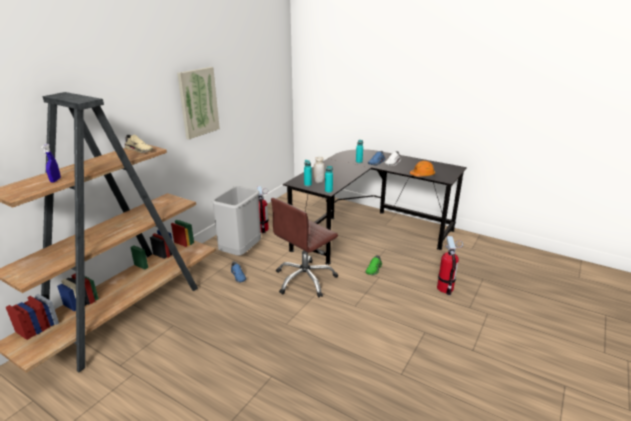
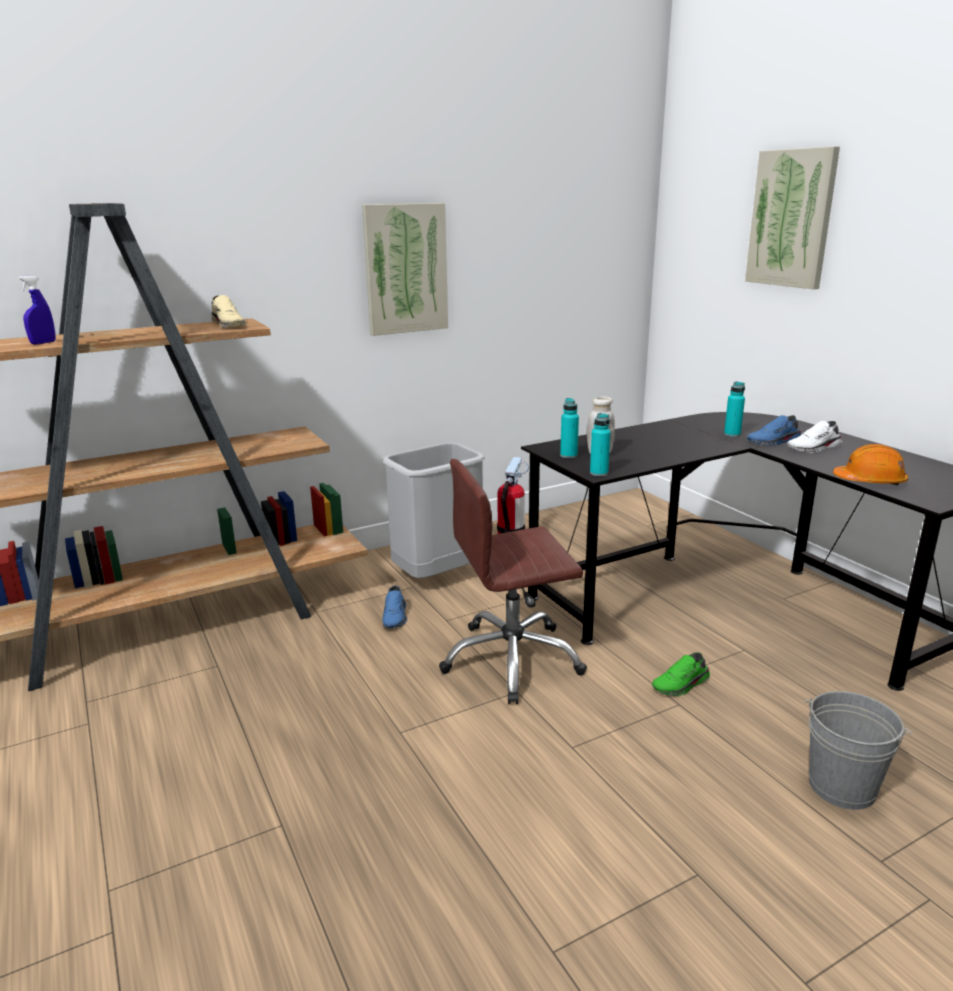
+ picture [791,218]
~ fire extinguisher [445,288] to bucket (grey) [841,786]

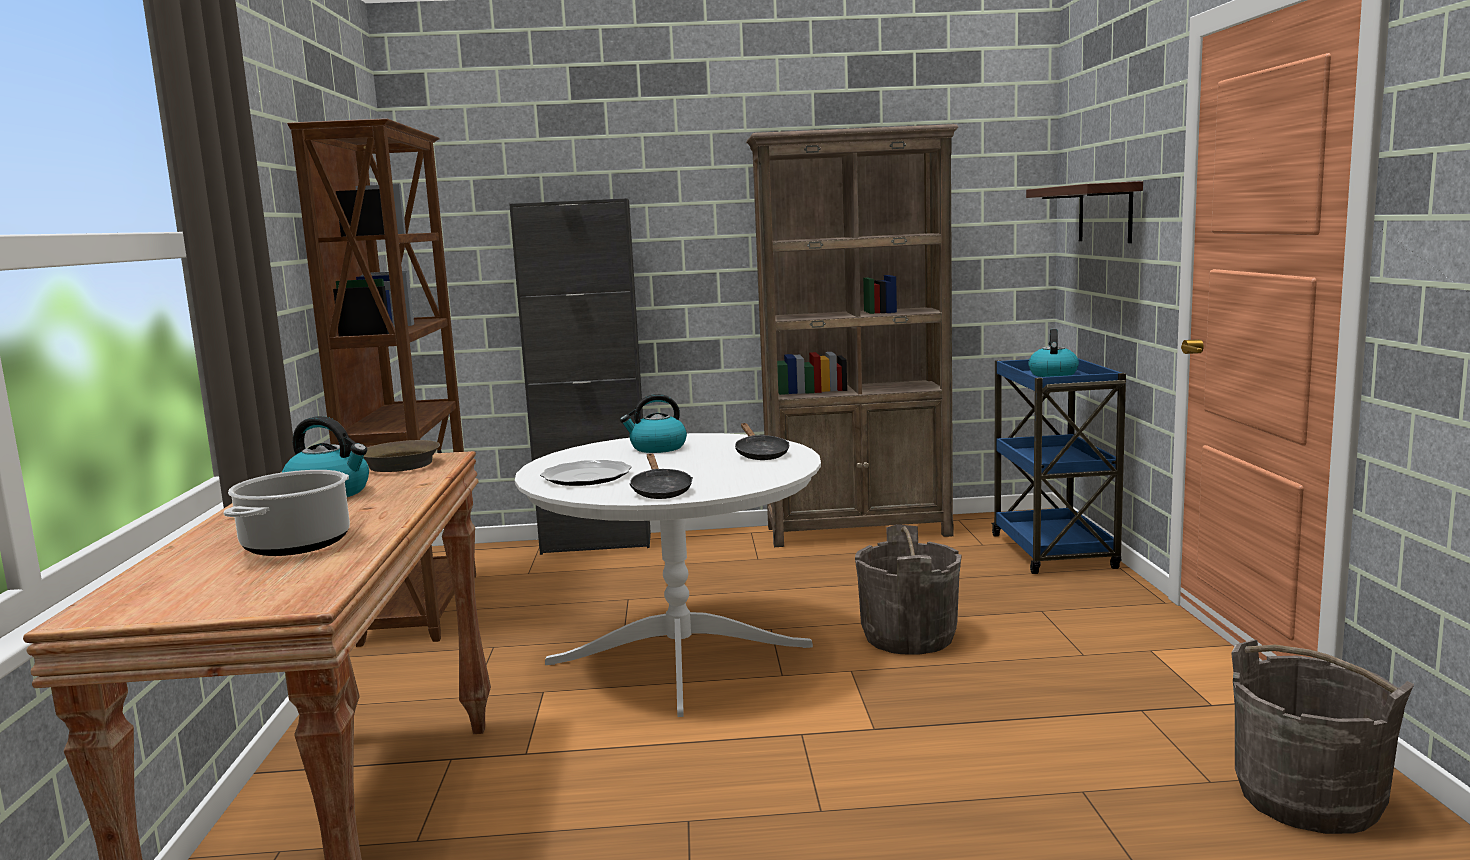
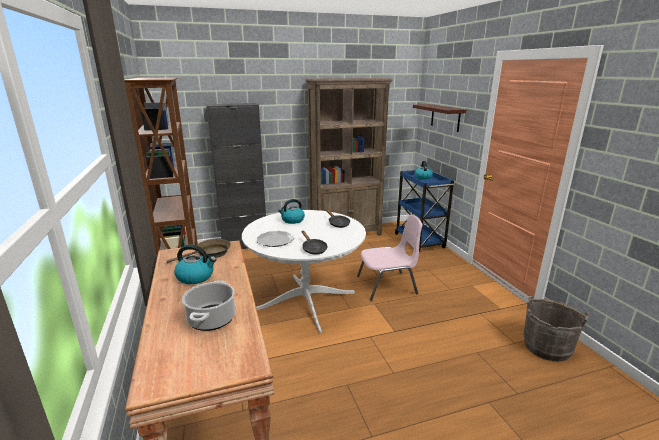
~ bucket (grey) [909,637] to chair (pink) [387,285]

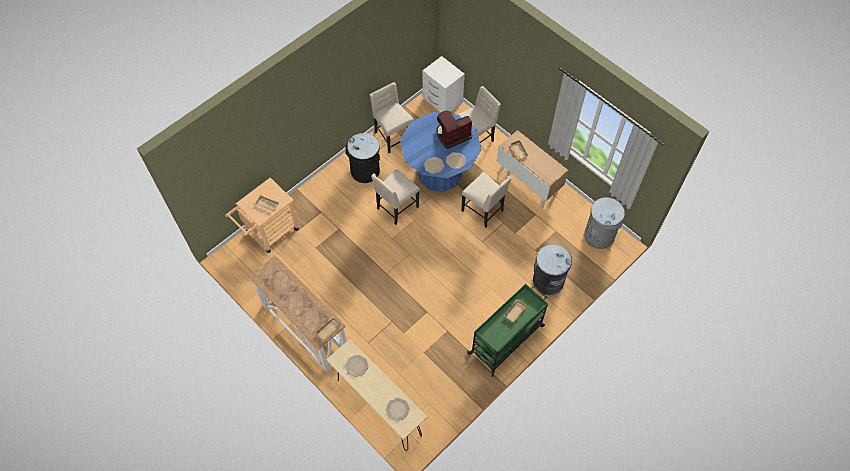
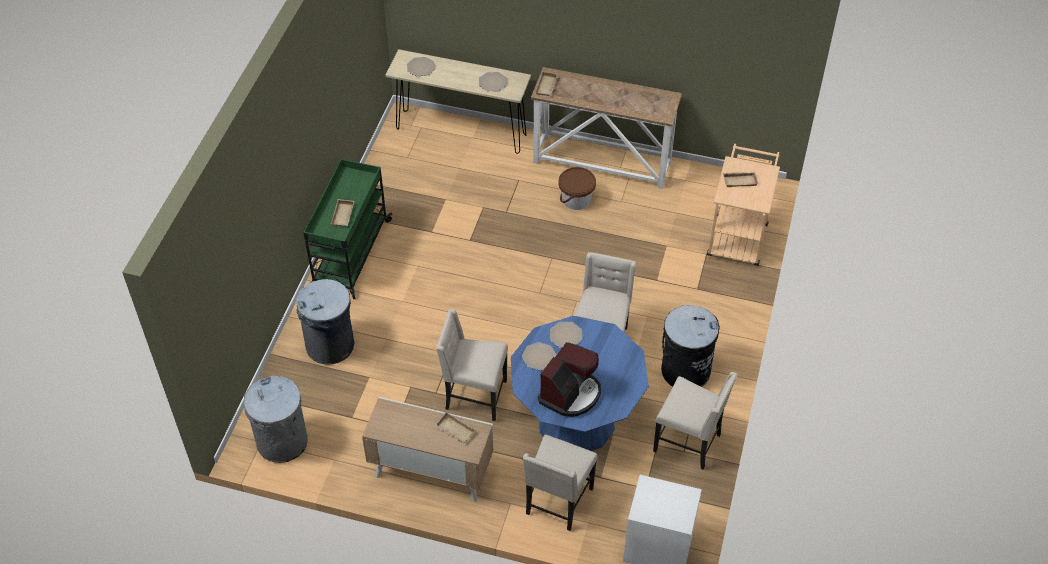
+ bucket (brown) [576,199]

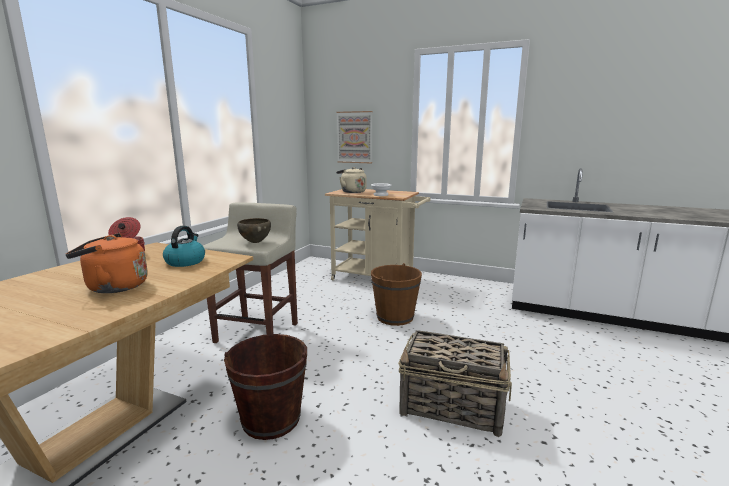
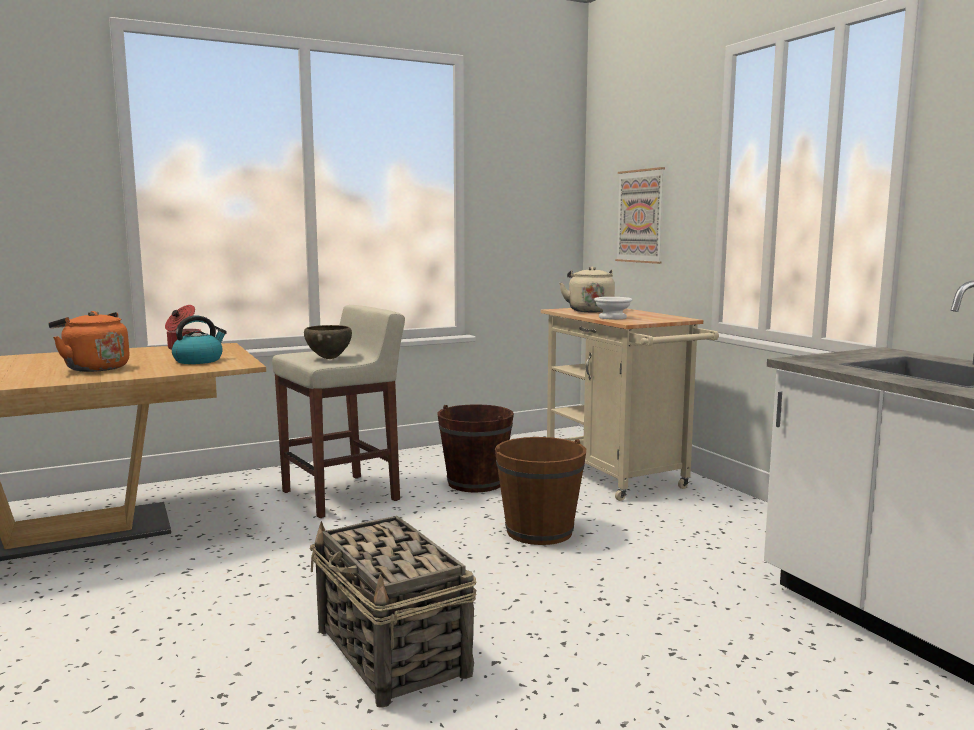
~ bucket (brown) [271,419] to [475,483]

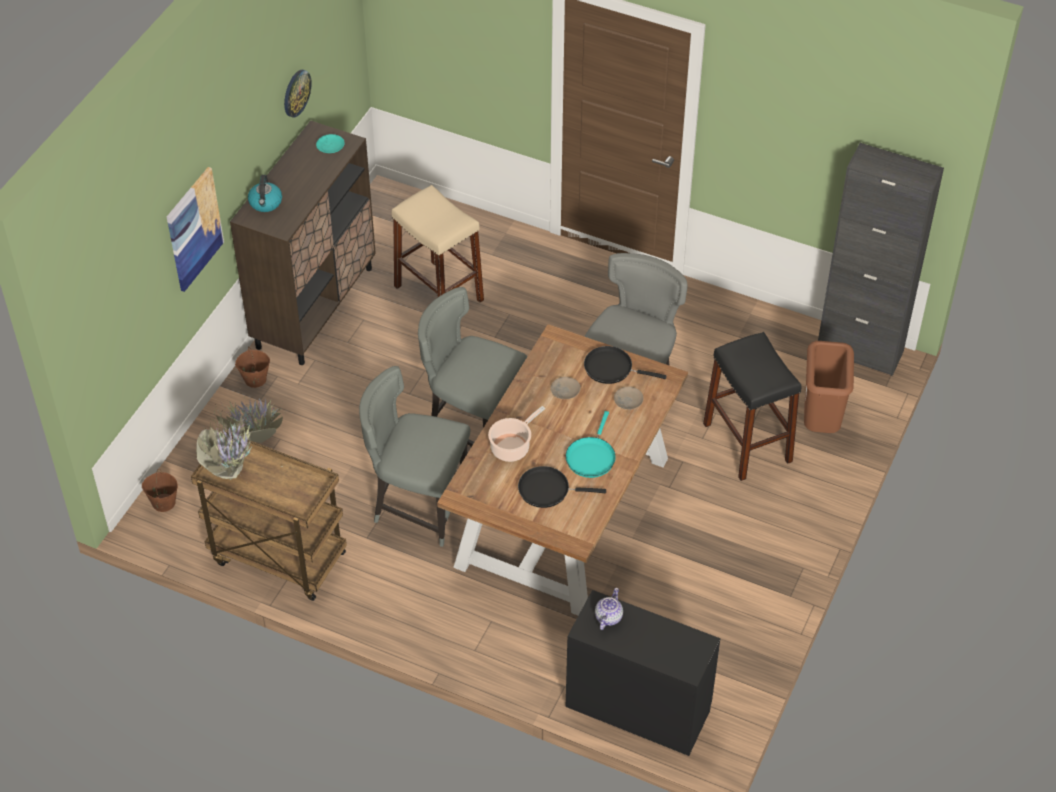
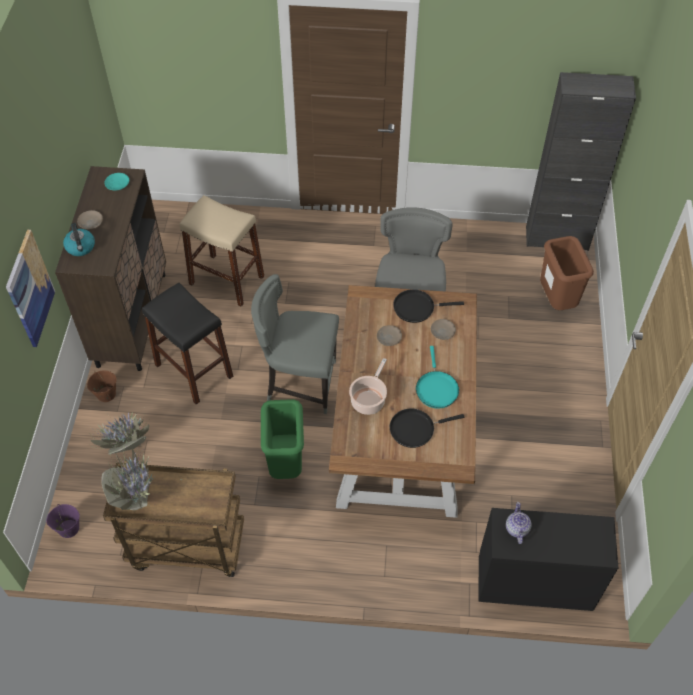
~ bucket (brown) [163,503] to bucket (purple) [68,528]
+ plate (beige) [91,222]
~ stool (black) [747,443] to [194,371]
~ chair (grey) [418,506] to trash can (green) [285,463]
- wall clock [296,93]

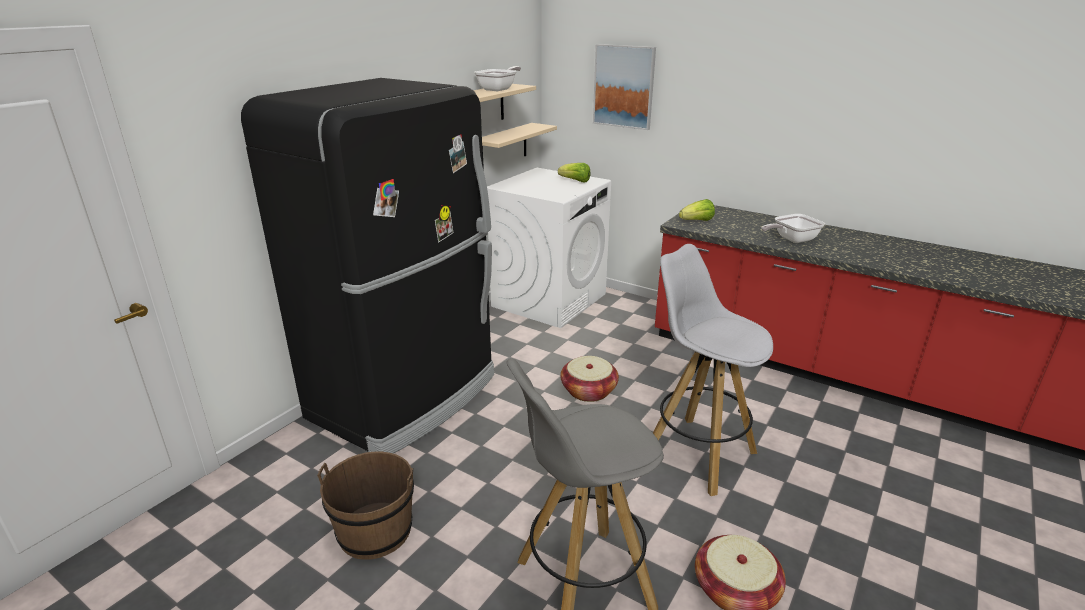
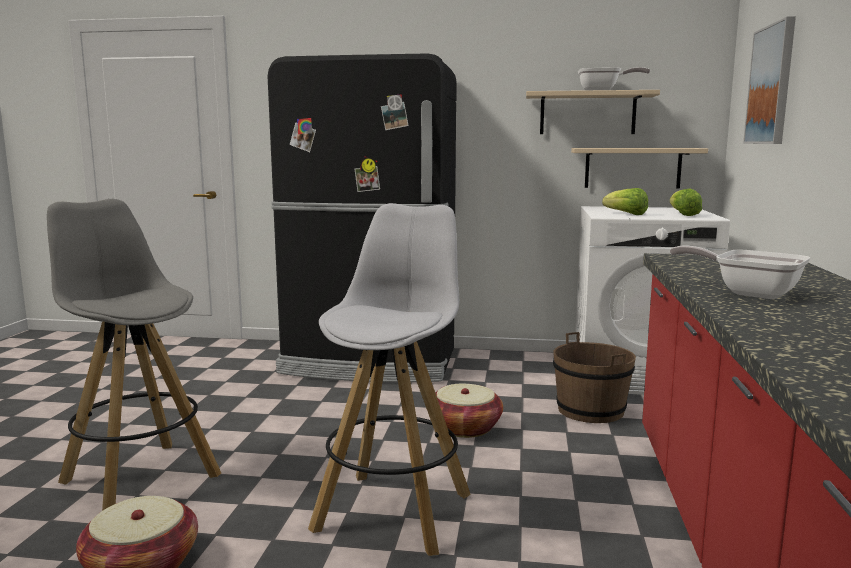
~ bucket (brown) [375,531] to [590,410]
~ lettuce [697,221] to [626,214]

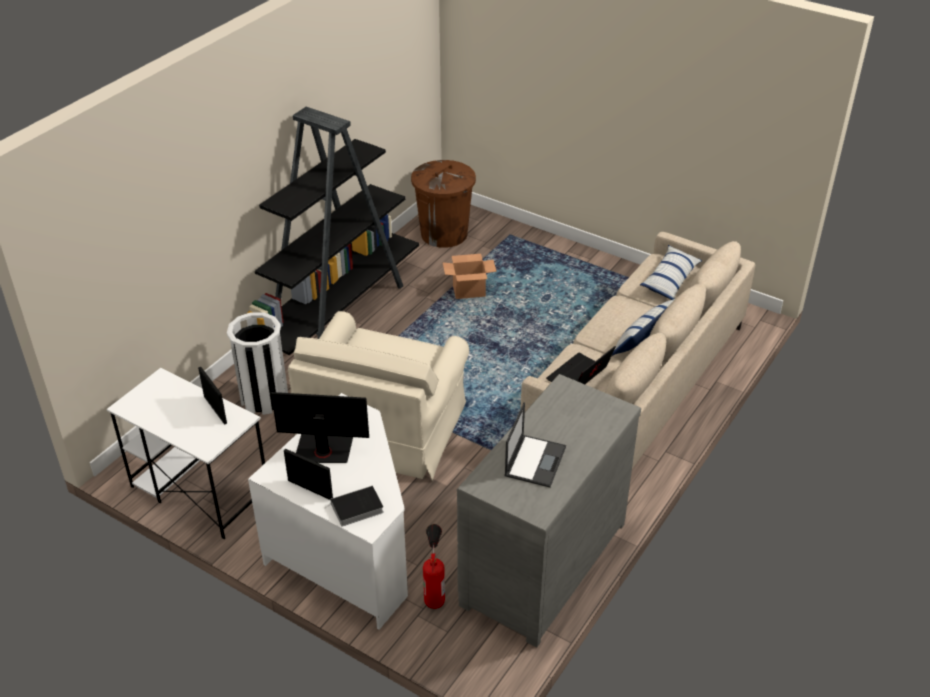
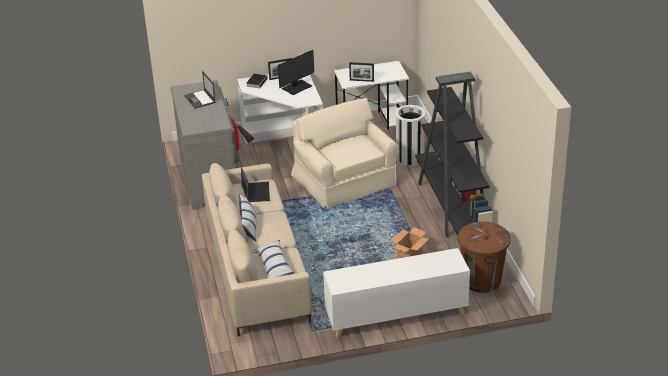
+ cabinet (white) [396,315]

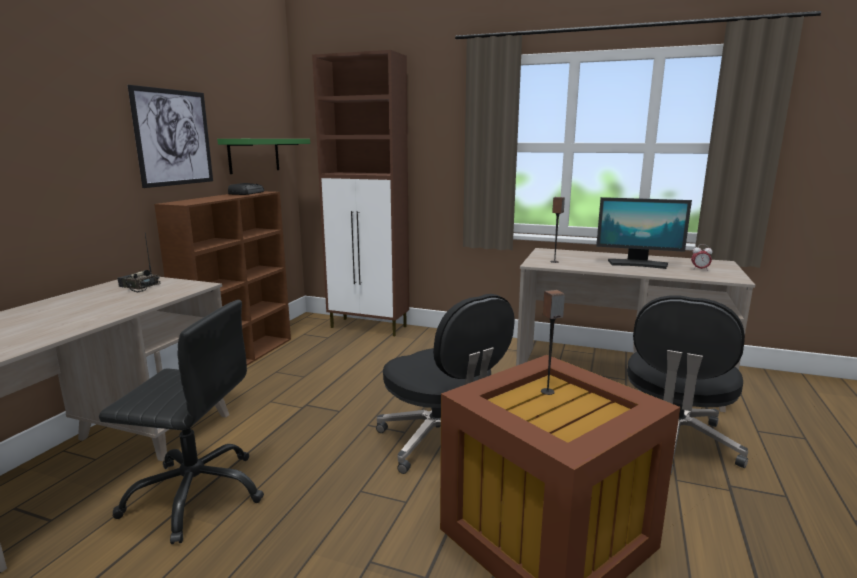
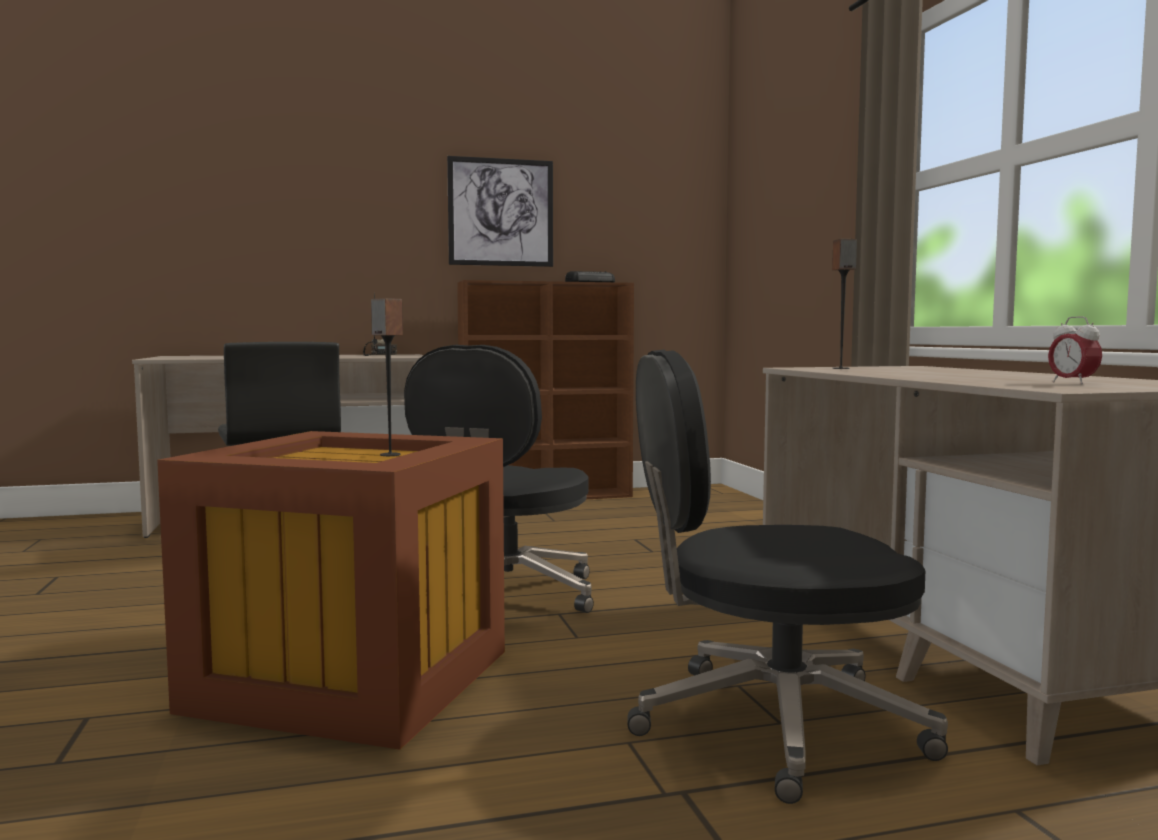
- shelf (green) [254,155]
- cabinet (brown) [369,327]
- monitor [637,264]

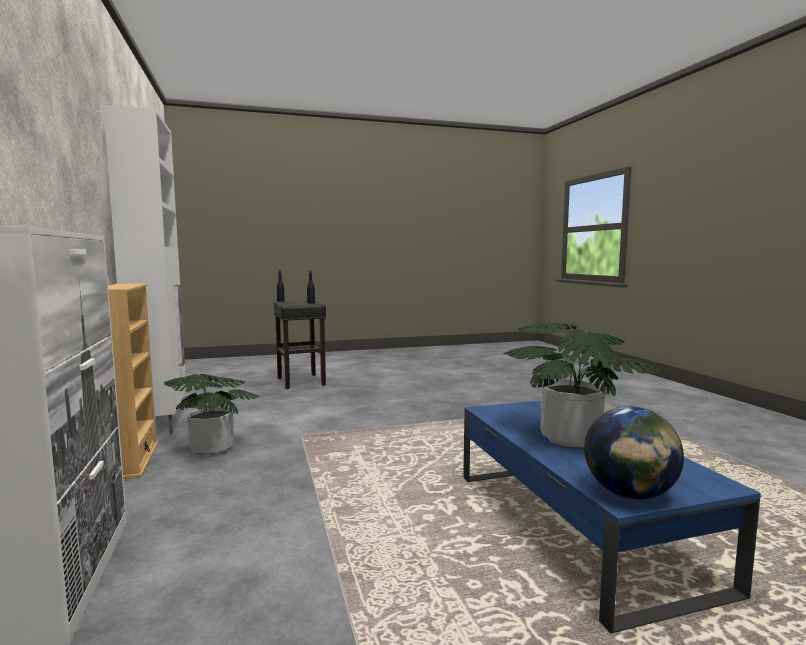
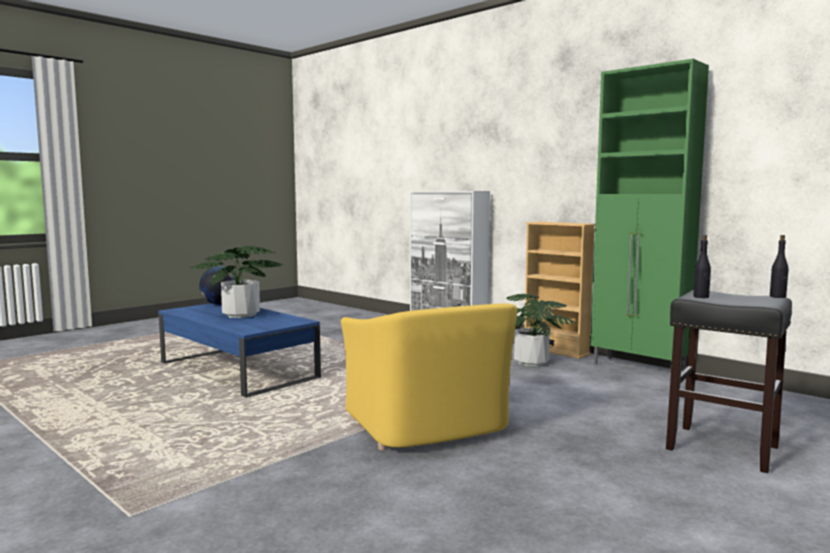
+ armchair (yellow) [429,427]
~ cabinet (white) [161,421] to cabinet (green) [639,369]

